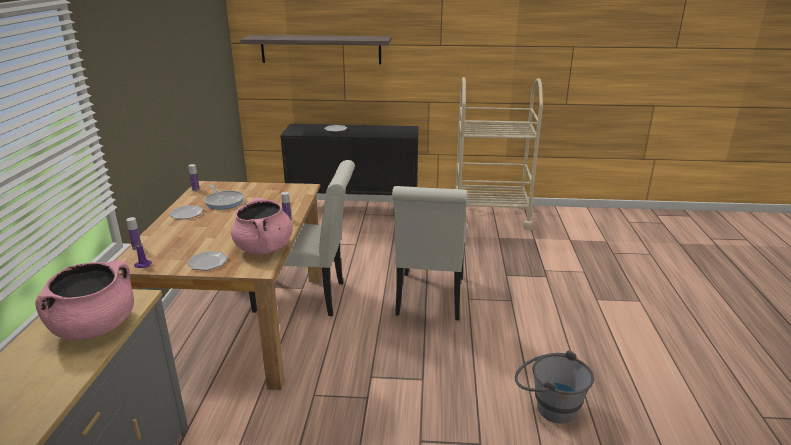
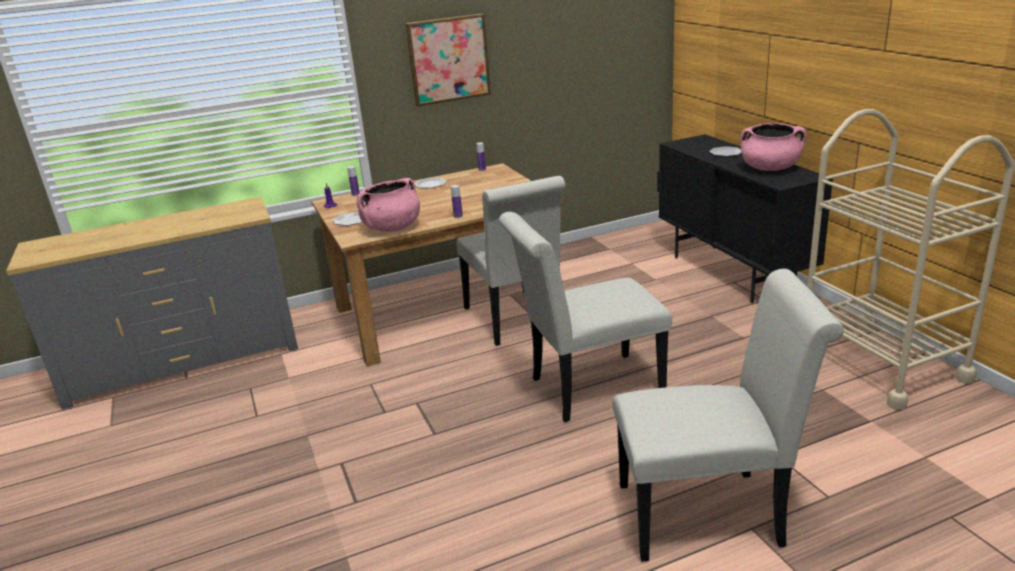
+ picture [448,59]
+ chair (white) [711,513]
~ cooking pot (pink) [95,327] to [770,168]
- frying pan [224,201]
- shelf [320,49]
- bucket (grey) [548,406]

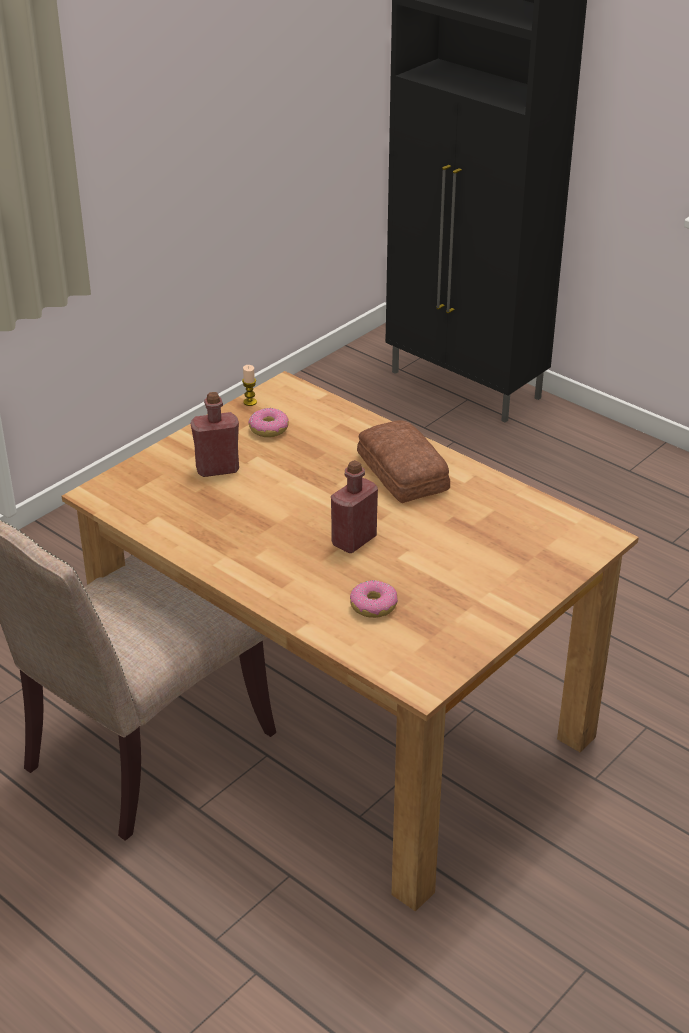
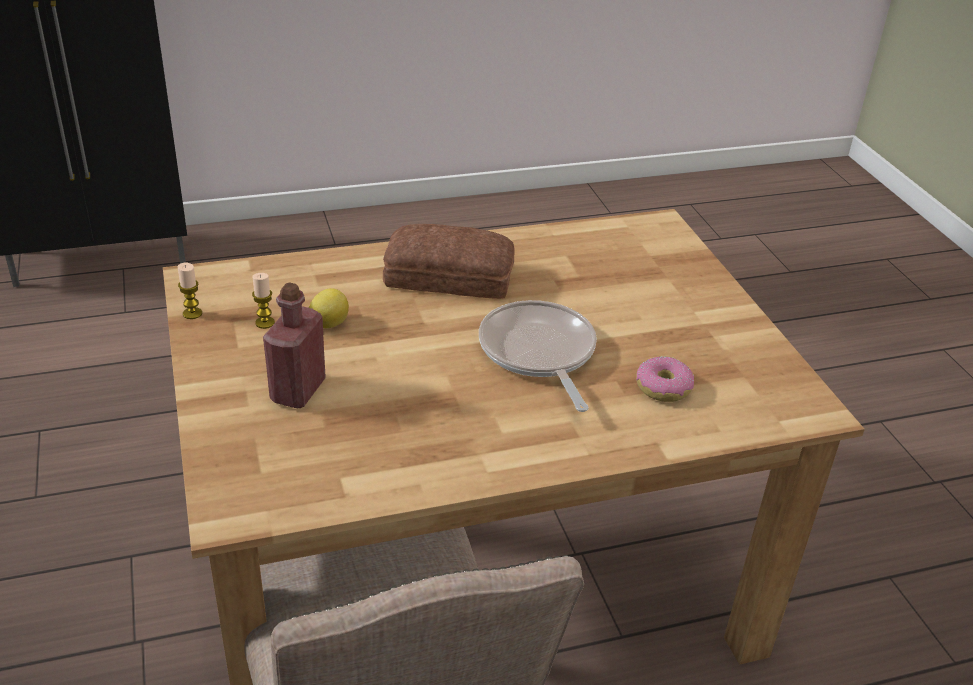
~ donut [269,429] to candle [265,323]
+ lemon [328,324]
~ bottle (red) [354,541] to frying pan [538,353]

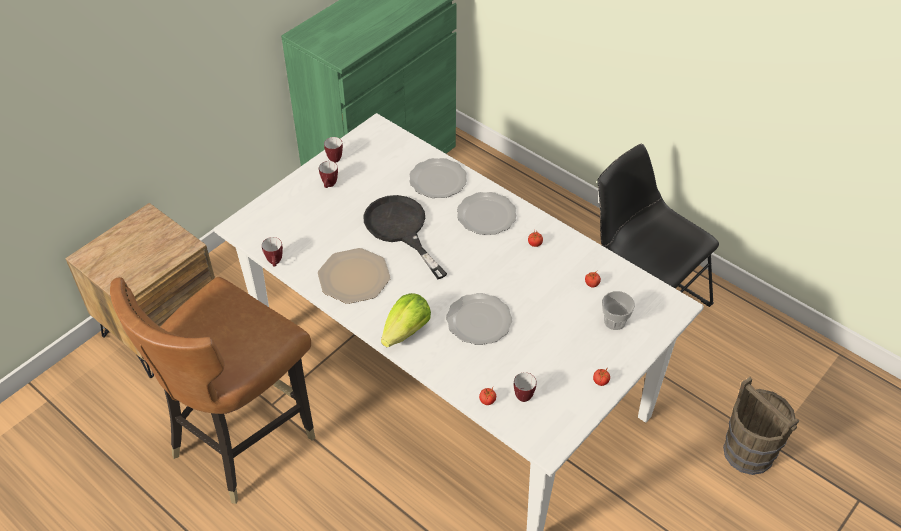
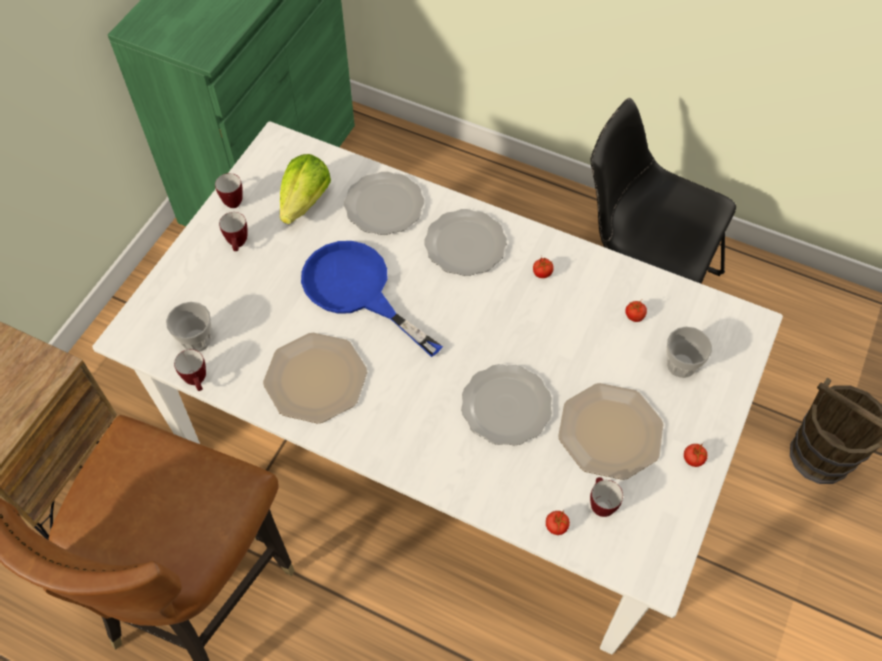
+ cup [196,340]
~ lettuce [406,331] to [305,202]
~ frying pan (black) [400,229] to frying pan (blue) [357,291]
+ plate [610,433]

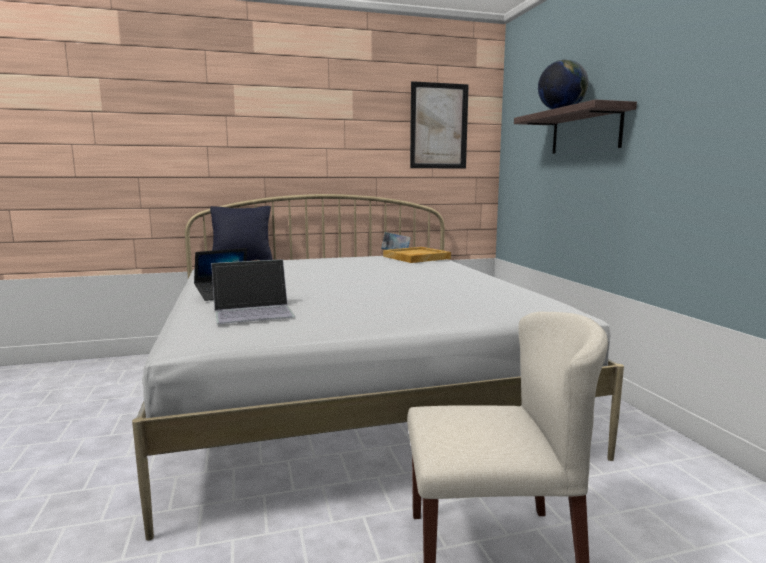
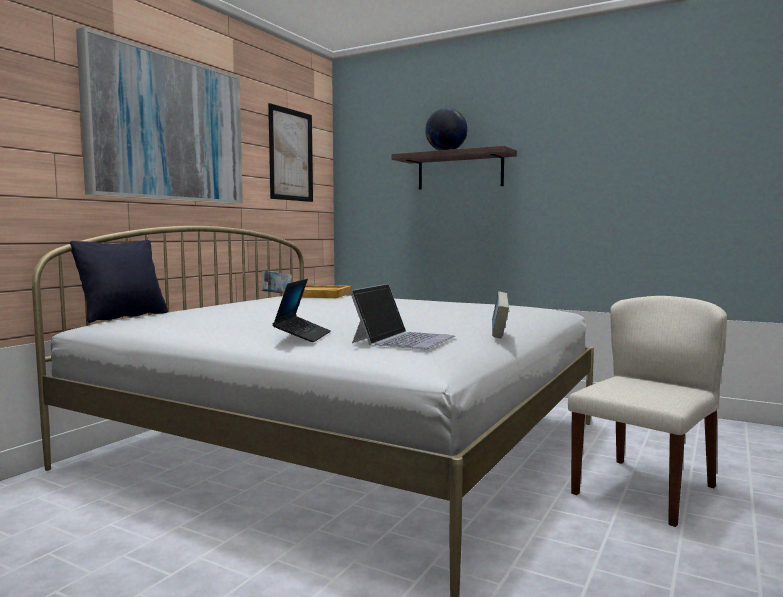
+ picture [167,129]
+ book [499,334]

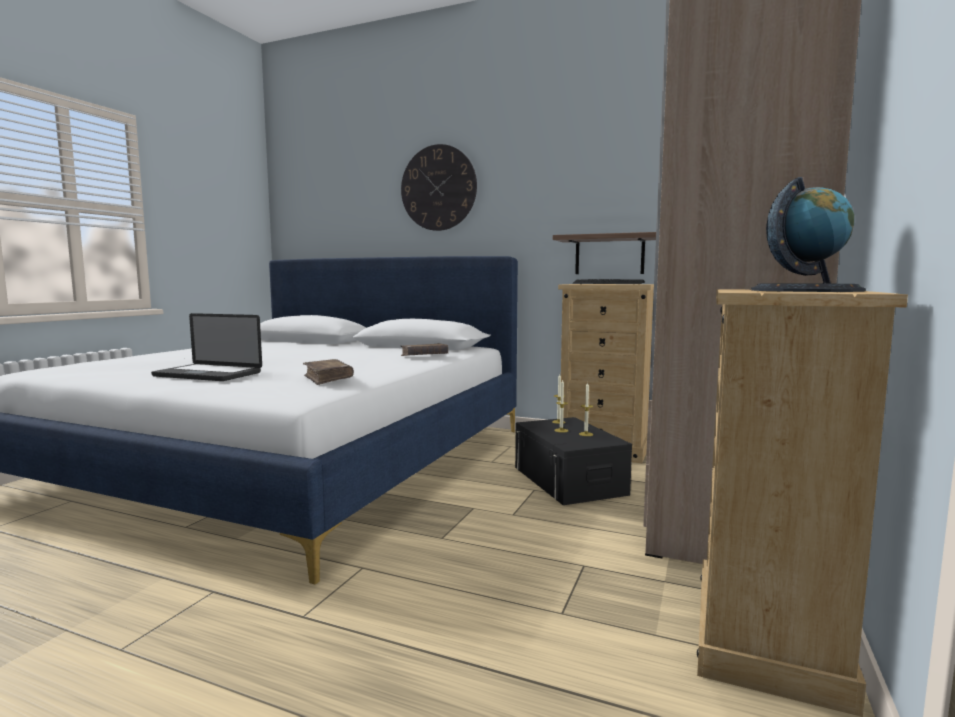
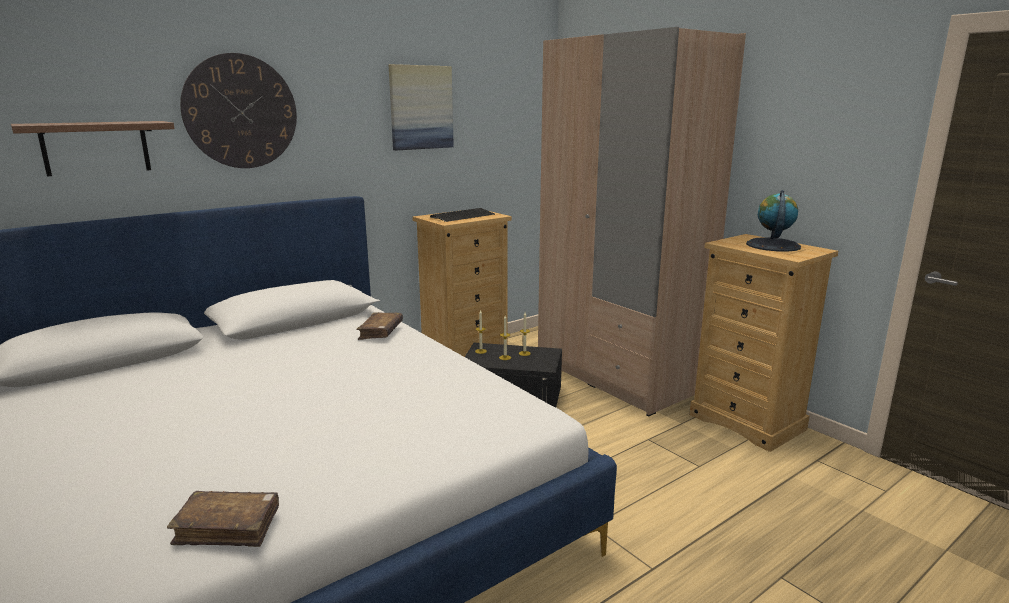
~ shelf [609,255] to [96,148]
~ book (brown) [328,379] to [228,527]
+ picture [421,107]
- laptop [208,374]

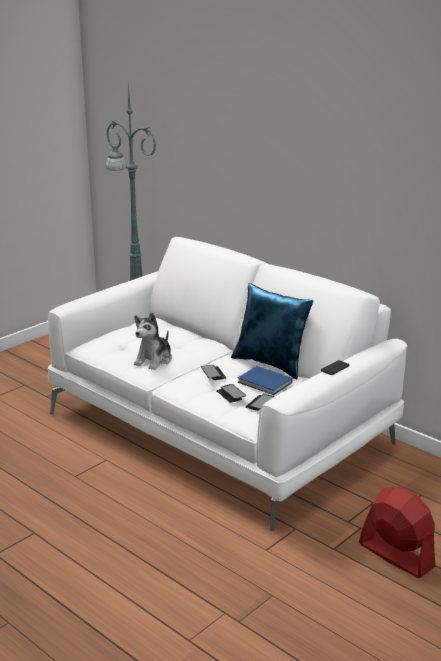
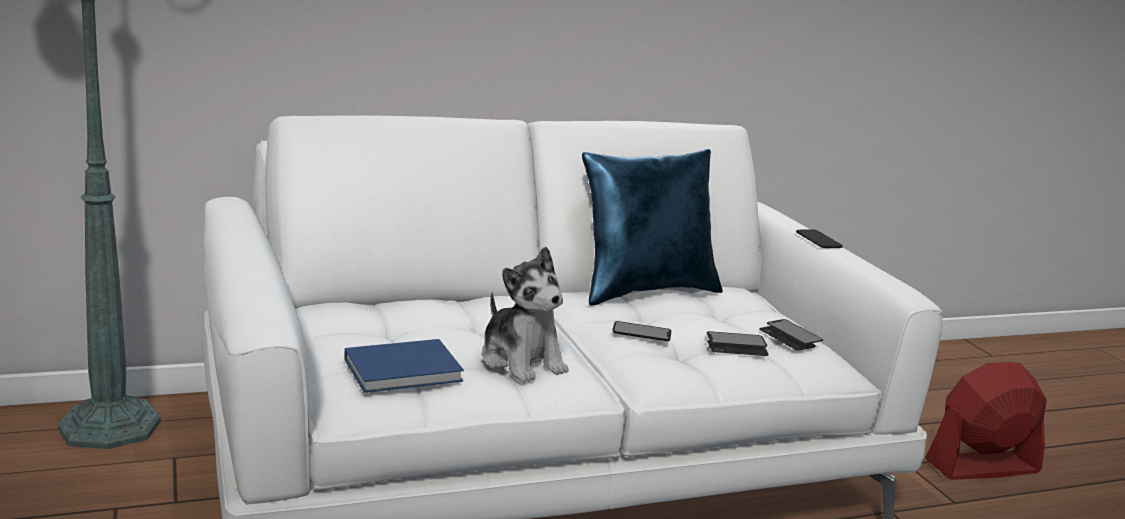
~ book (blue) [265,383] to [406,371]

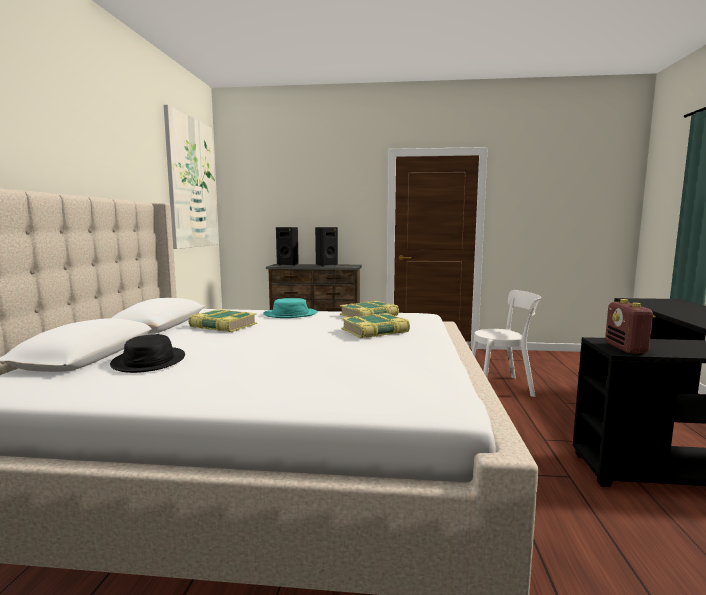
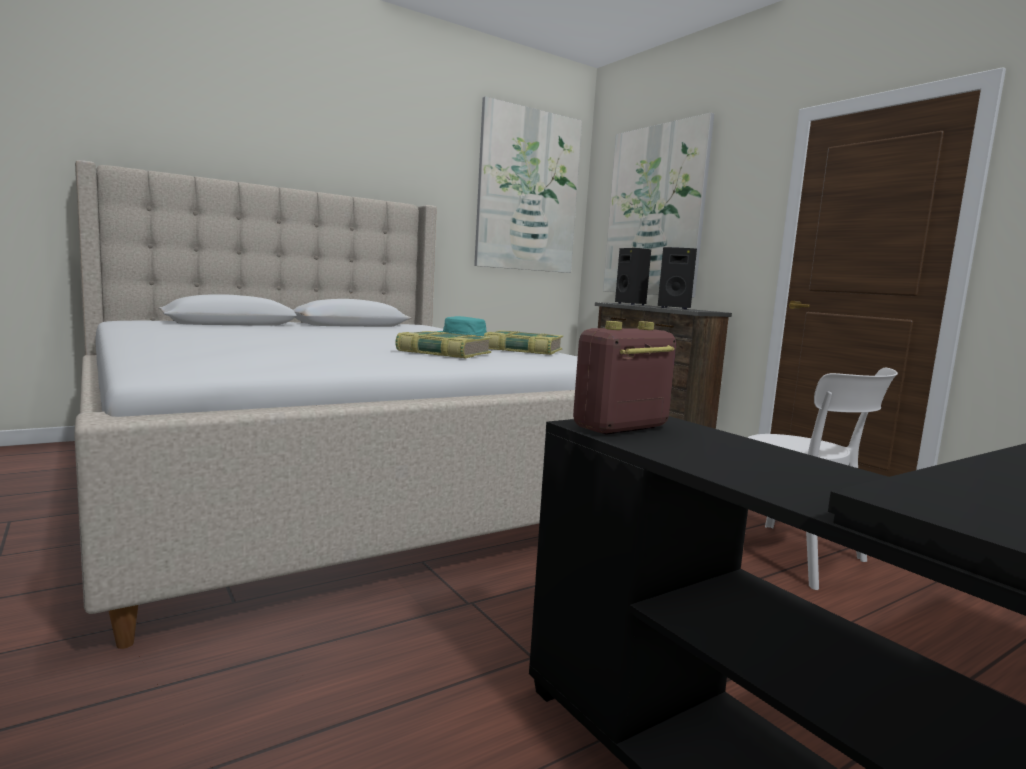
+ picture [655,211]
- hat (black) [149,361]
- book [223,326]

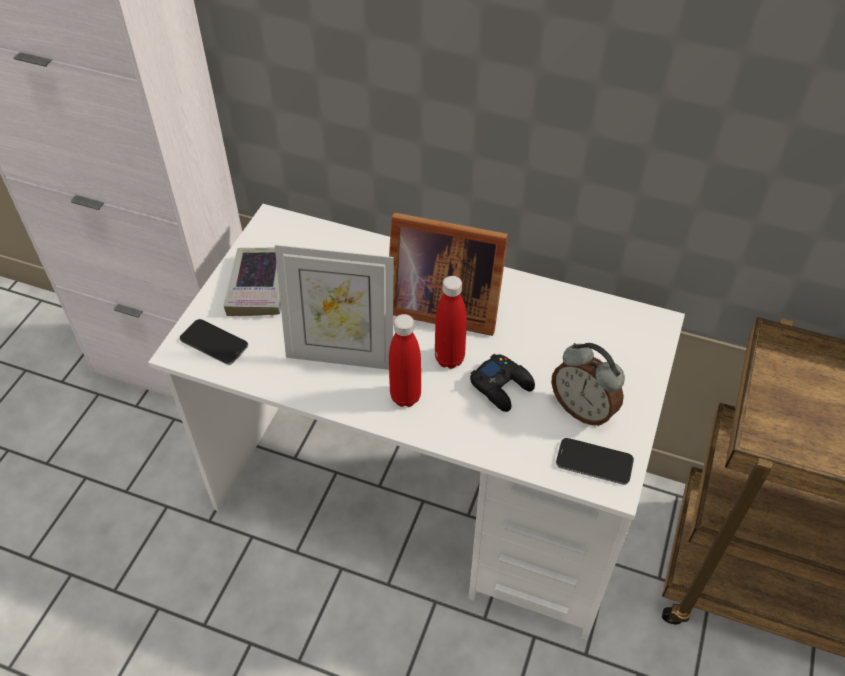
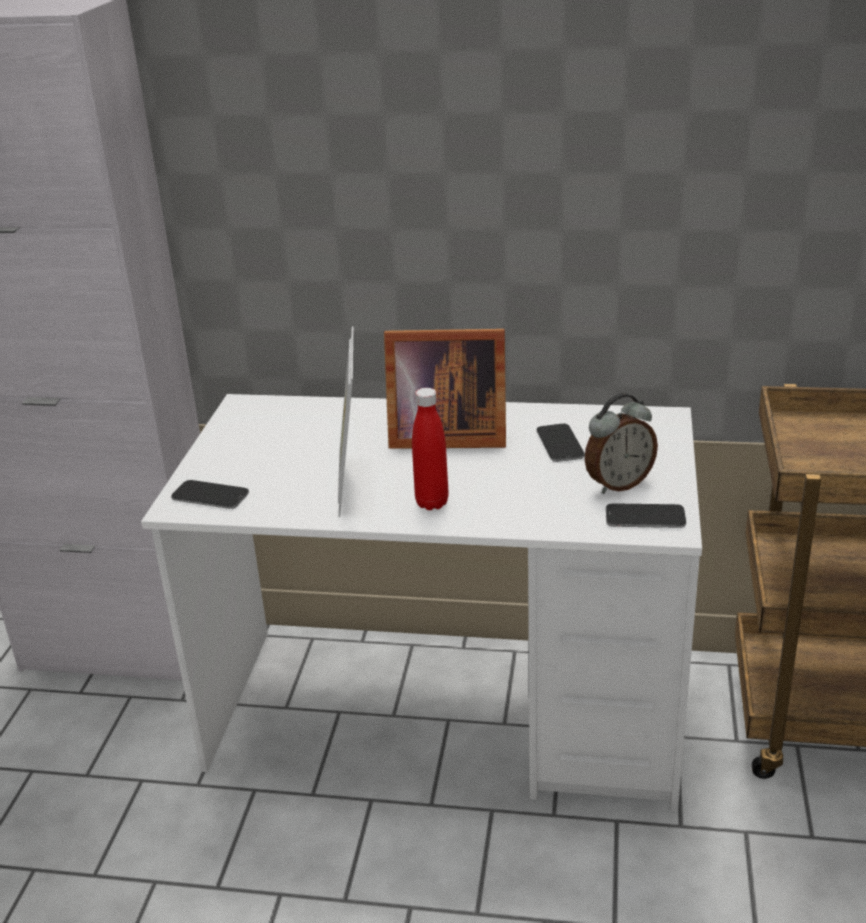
~ picture frame [341,354] = [352,484] 90 degrees clockwise
+ phone [560,444]
~ alarm clock [583,409] = [618,484] 60 degrees counterclockwise
- book [259,286]
- bottle (red) [449,359]
- game controller (black) [502,386]

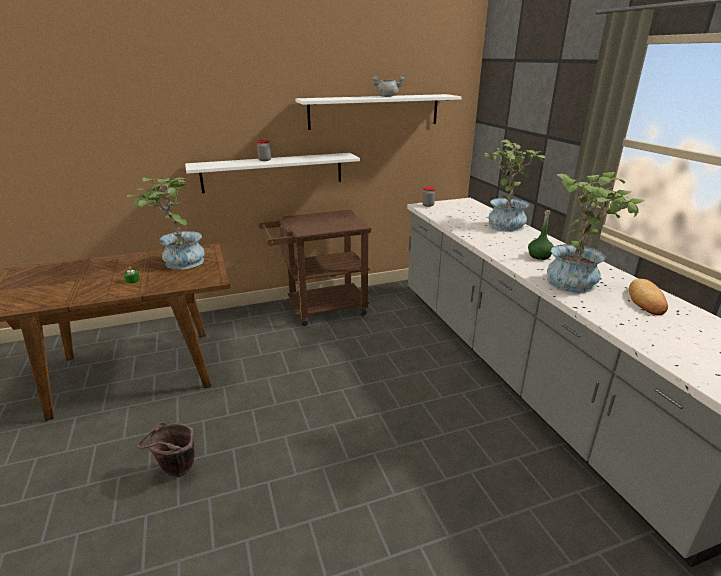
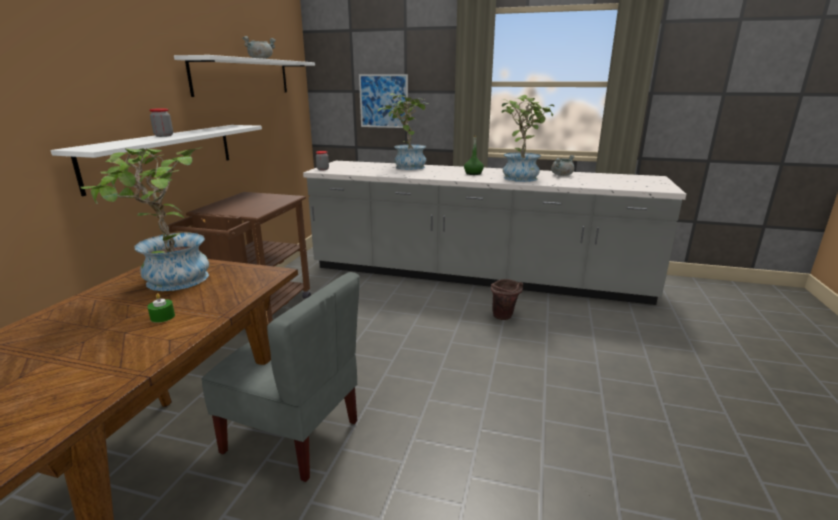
+ chair (grey) [294,435]
+ picture [384,101]
~ bucket (brown) [176,471] to [504,318]
~ bread [646,300] to cooking pot (grey) [561,175]

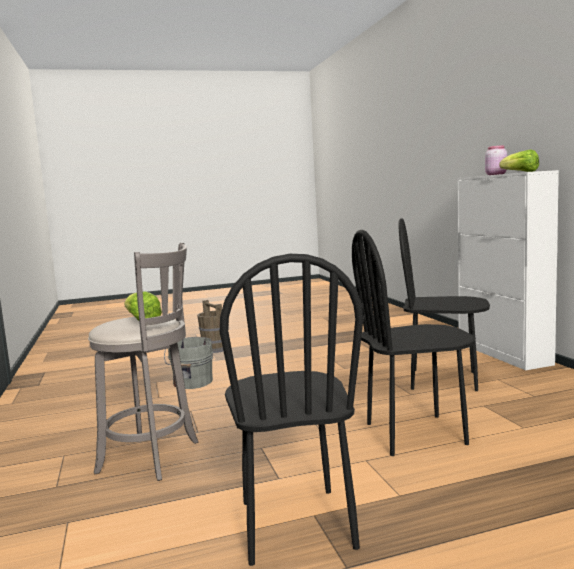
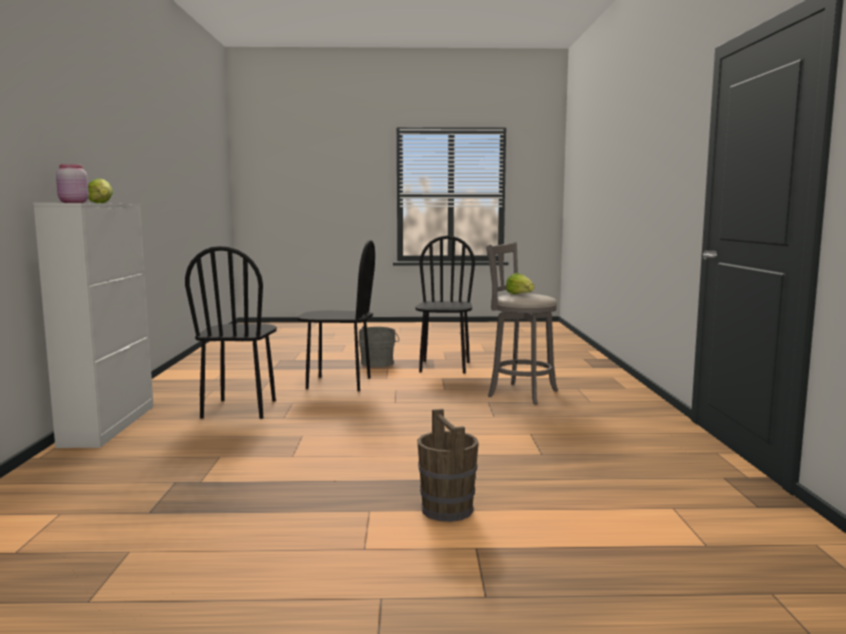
~ chair (black) [443,380] = [240,409] 60 degrees clockwise
~ bucket (grey) [192,383] to [378,363]

